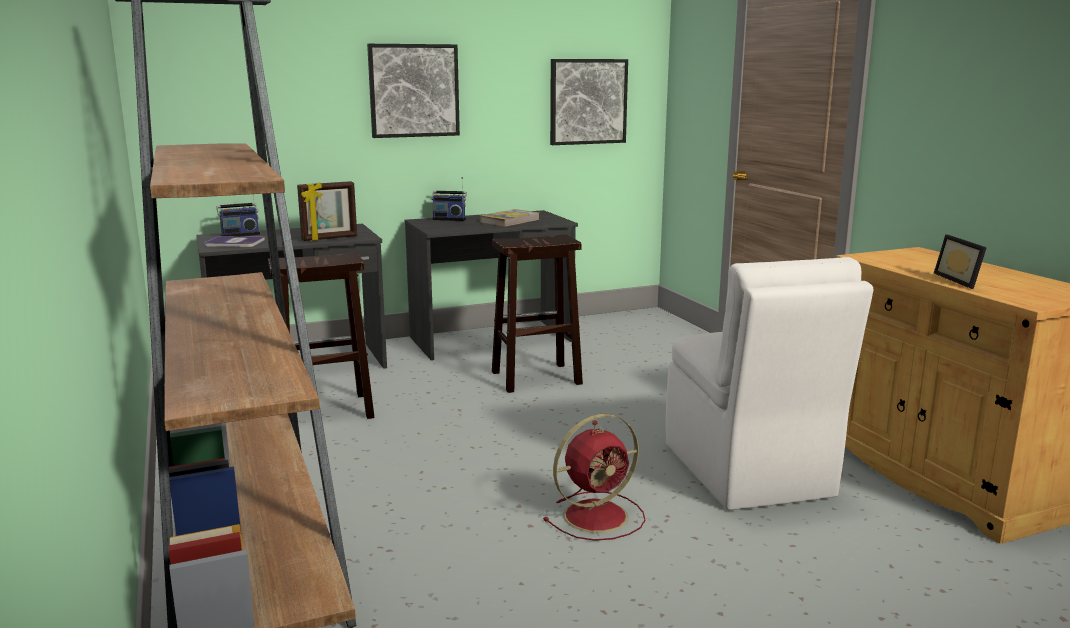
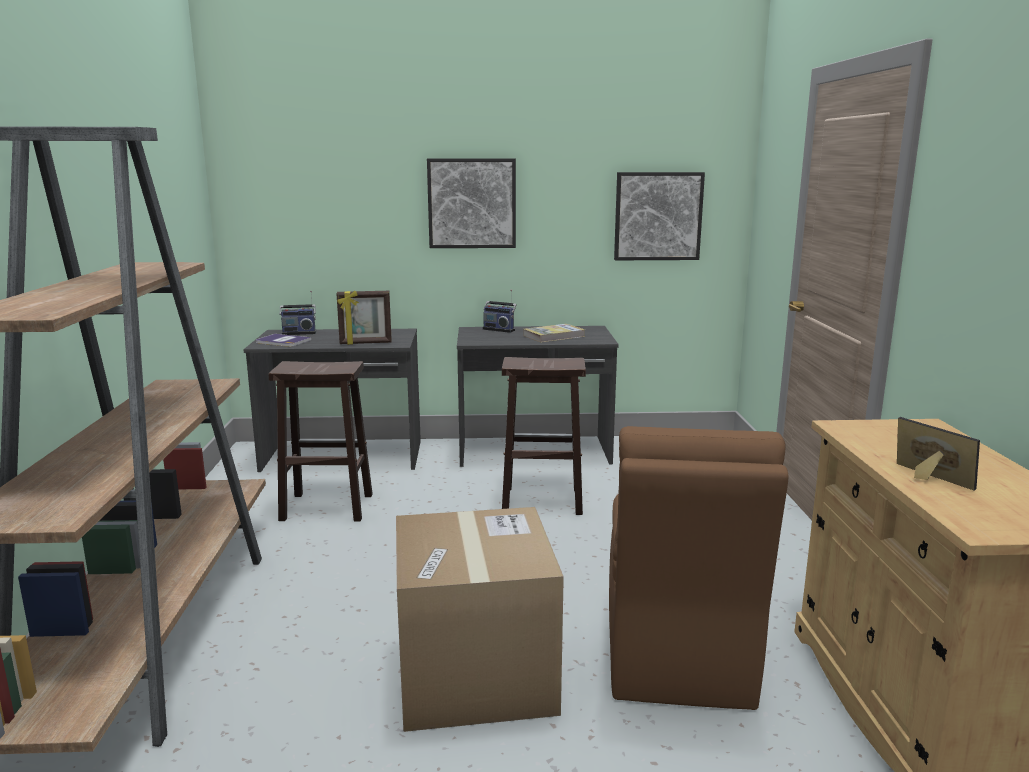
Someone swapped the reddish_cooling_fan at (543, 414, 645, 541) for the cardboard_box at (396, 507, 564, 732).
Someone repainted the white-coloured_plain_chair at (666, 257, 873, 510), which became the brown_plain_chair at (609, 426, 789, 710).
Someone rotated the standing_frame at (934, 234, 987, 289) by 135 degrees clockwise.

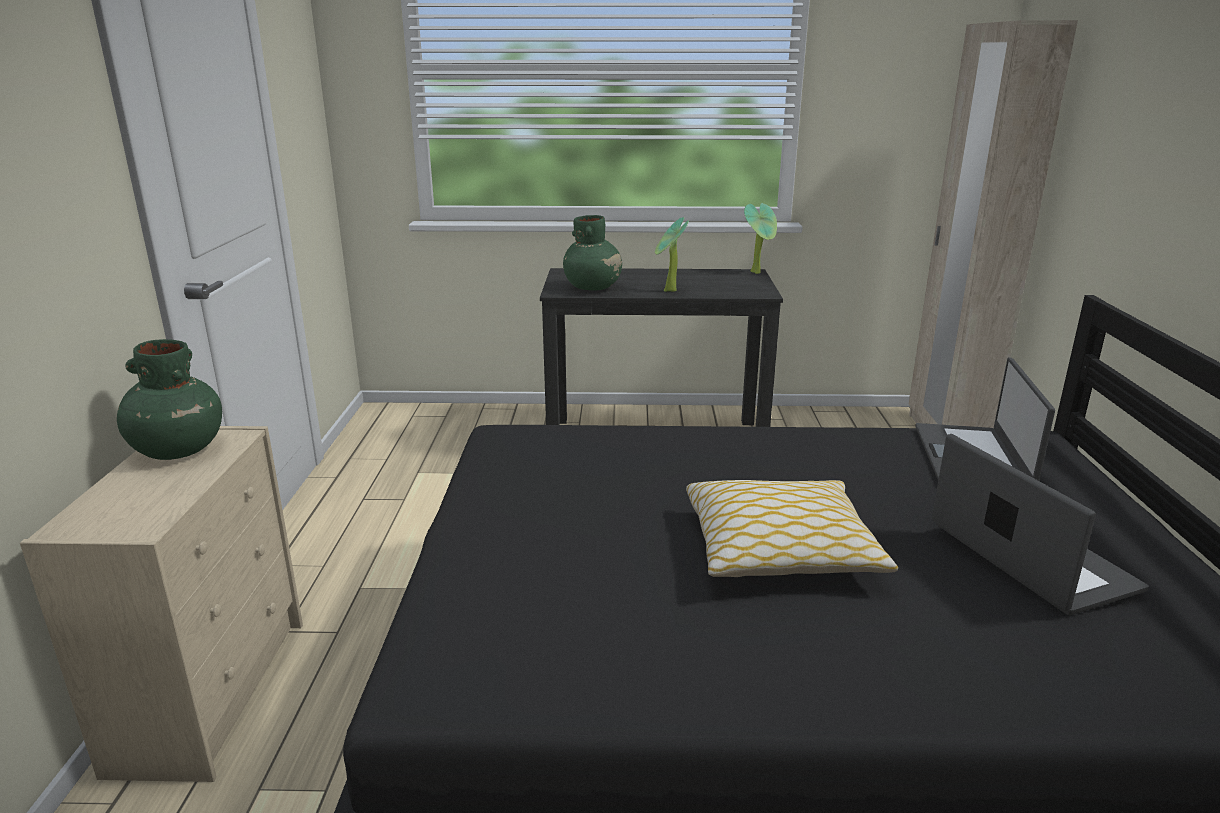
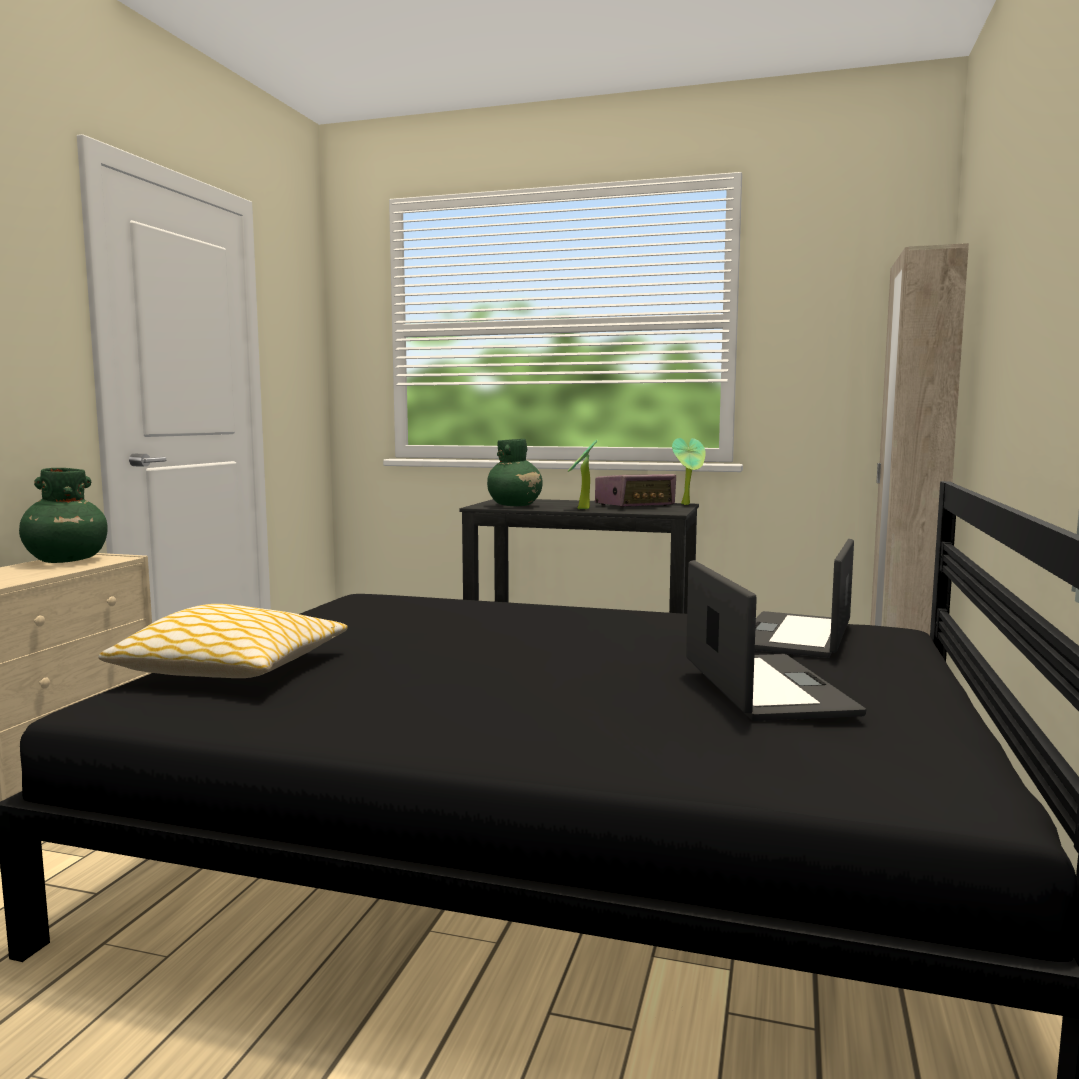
Someone carried the cushion from (686, 480, 898, 577) to (98, 604, 348, 678).
Someone put down the radio_receiver at (595, 474, 676, 508).

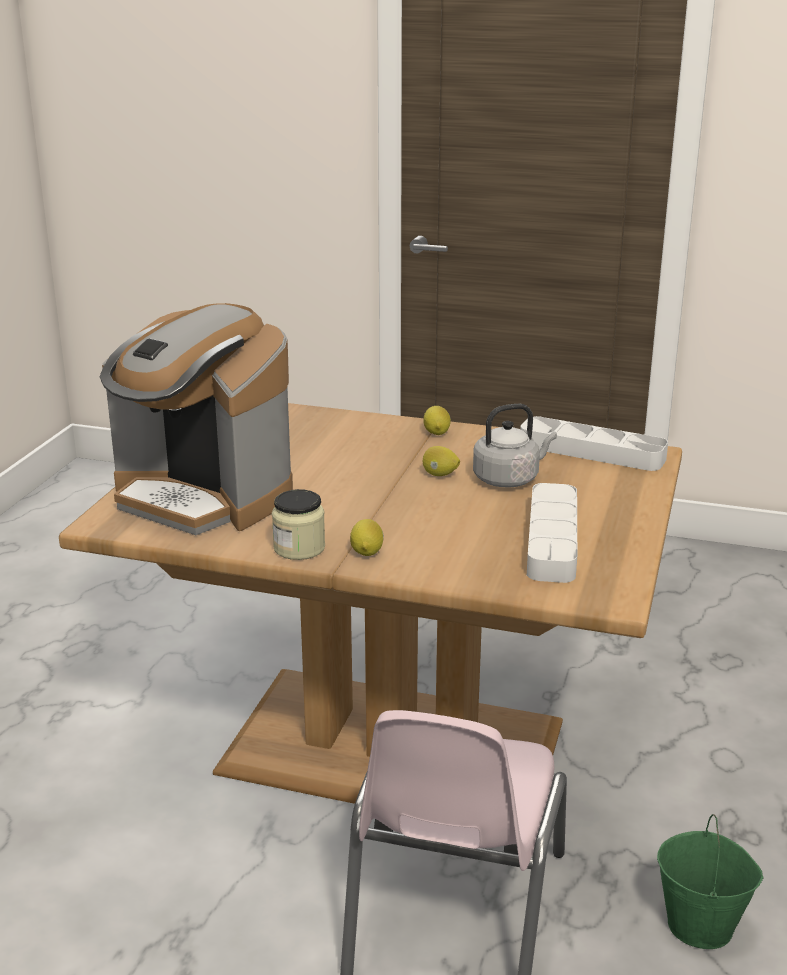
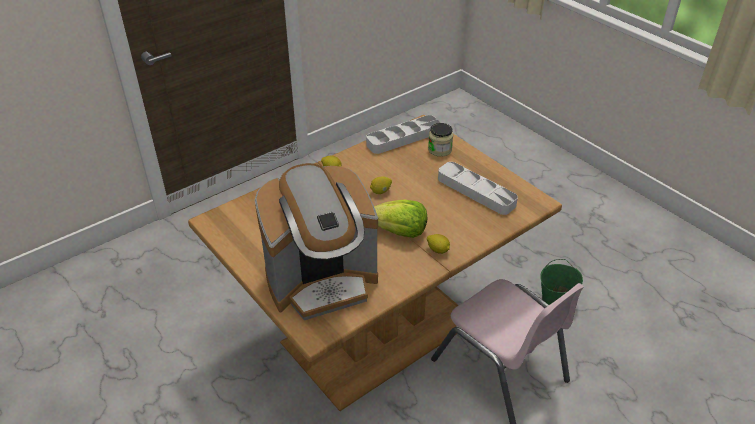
Someone put down the lettuce_head at (374, 200, 427, 238).
Someone carried the storage_jar from (272, 489, 325, 560) to (428, 123, 453, 157).
Someone took away the greyish_water_kettle at (473, 404, 557, 487).

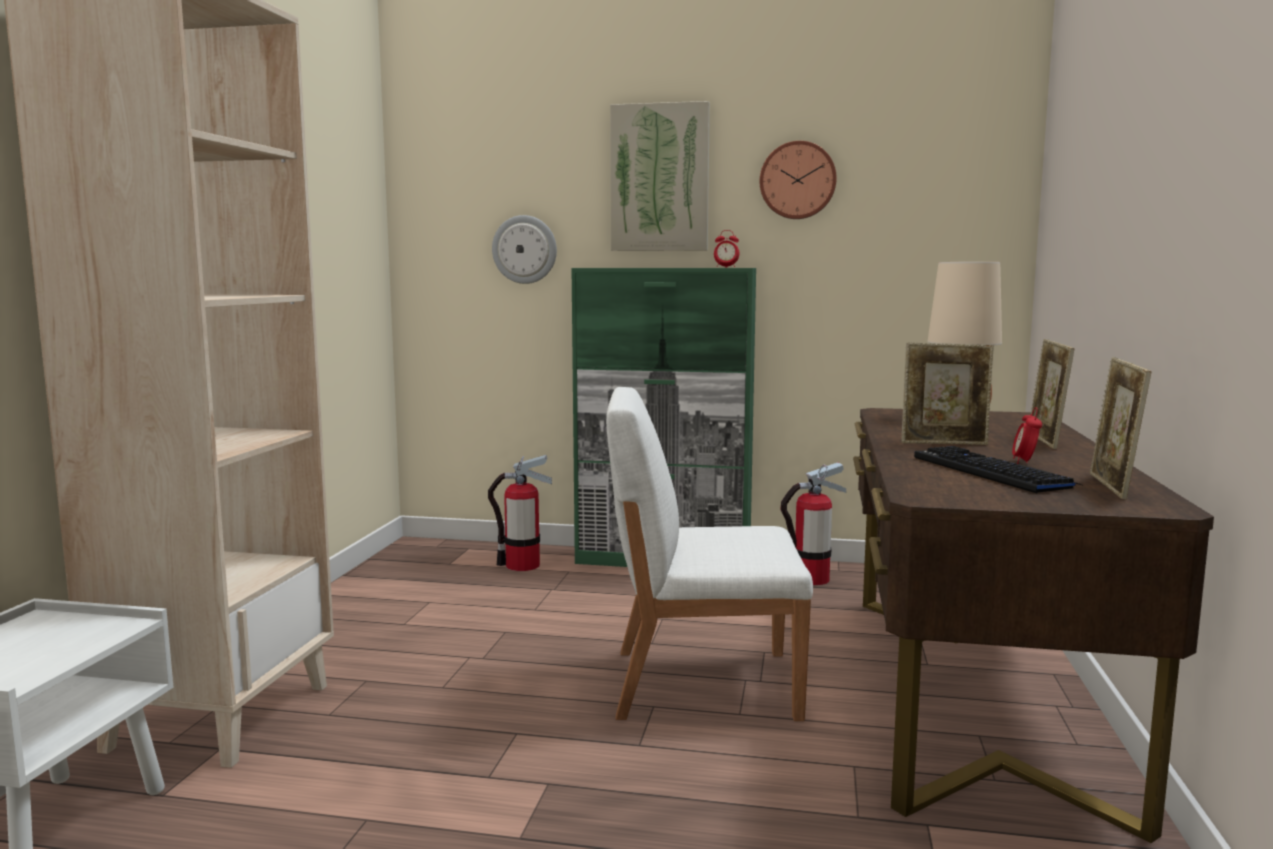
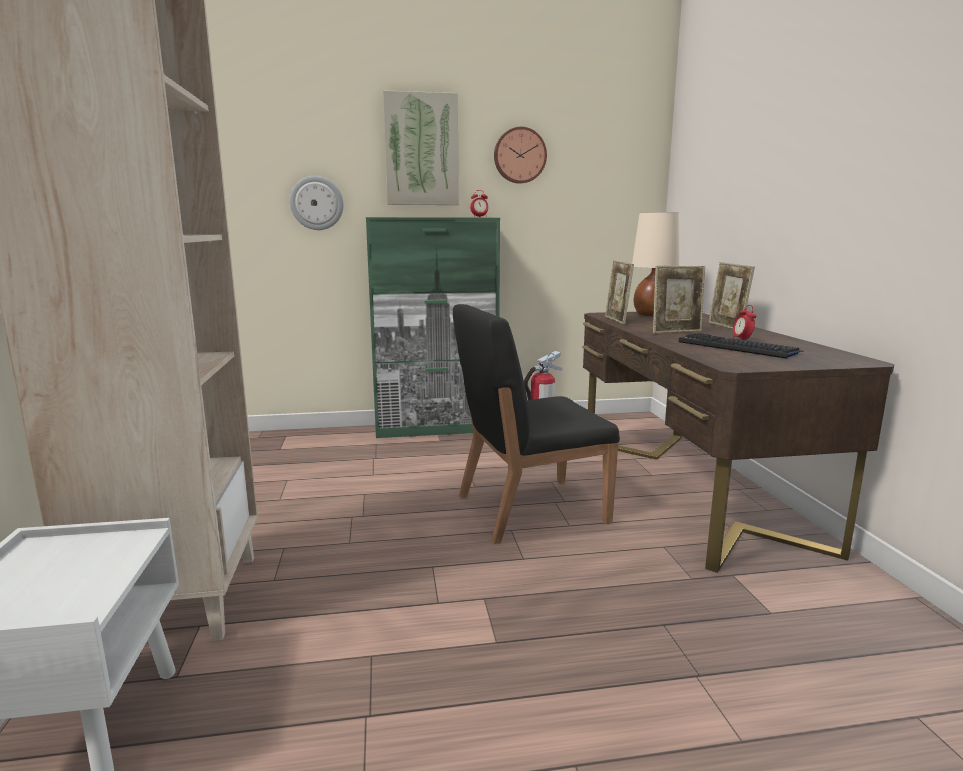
Someone repainted the white-coloured_plain_chair at (606, 387, 813, 721), which became the black-coloured_plain_chair at (453, 304, 620, 544).
Someone carried the standing_frame from (1089, 357, 1152, 499) to (605, 260, 634, 325).
Someone took away the fire_extinguisher at (488, 455, 552, 571).

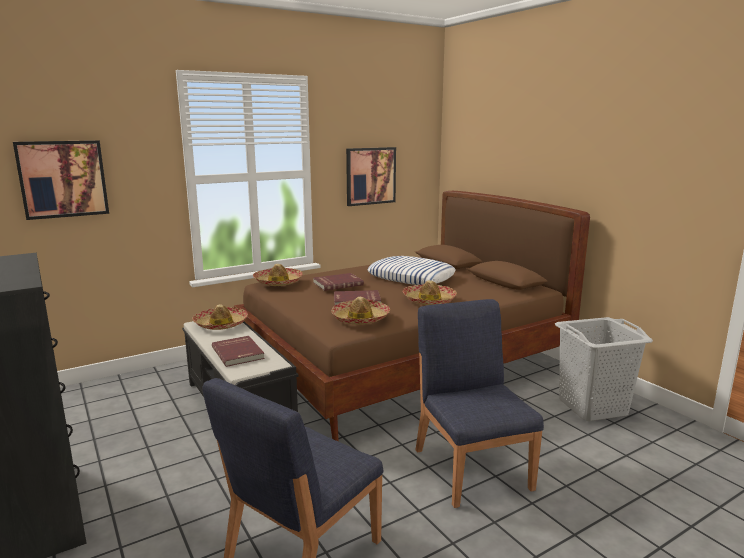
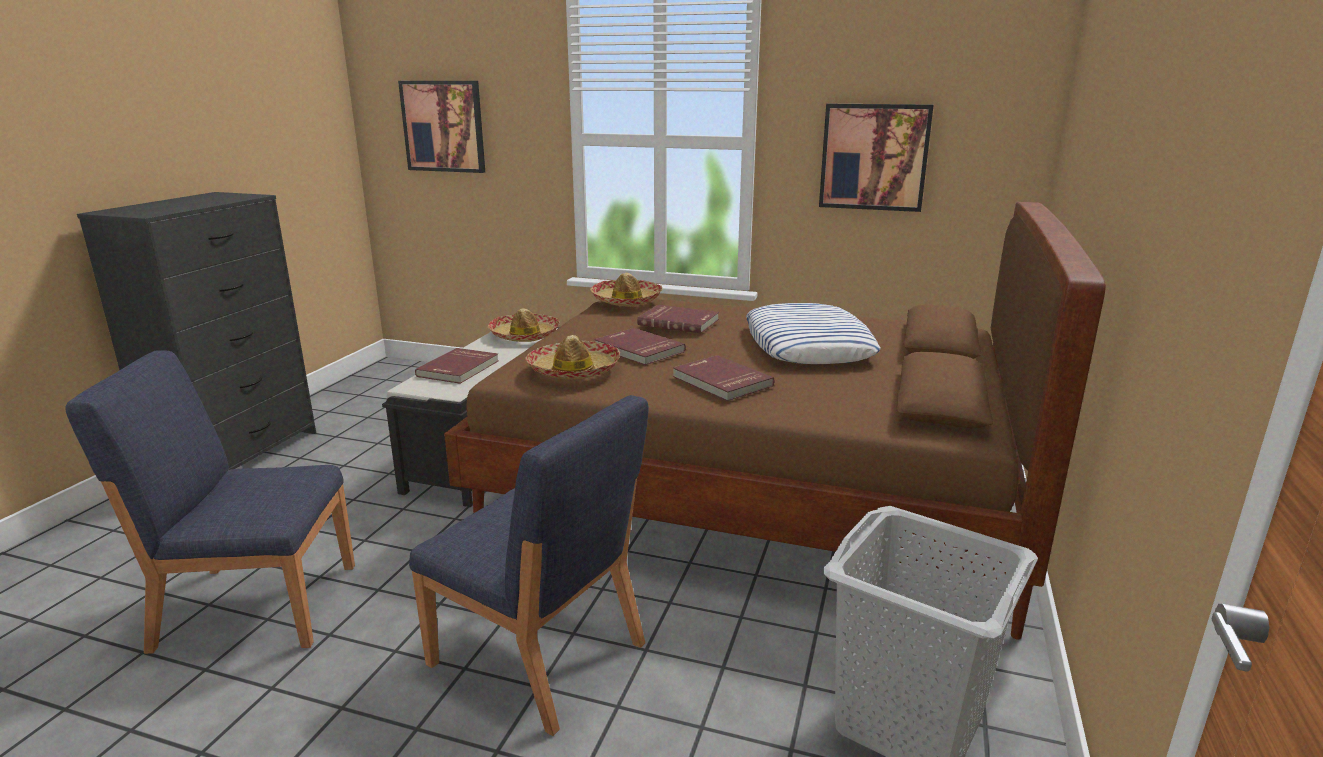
Someone rotated the bluish_plain_chair at (416, 299, 544, 508) by 90 degrees clockwise.
Someone swapped the wearable_hat at (402, 280, 457, 305) for the reddish_bound_book at (673, 355, 774, 401).

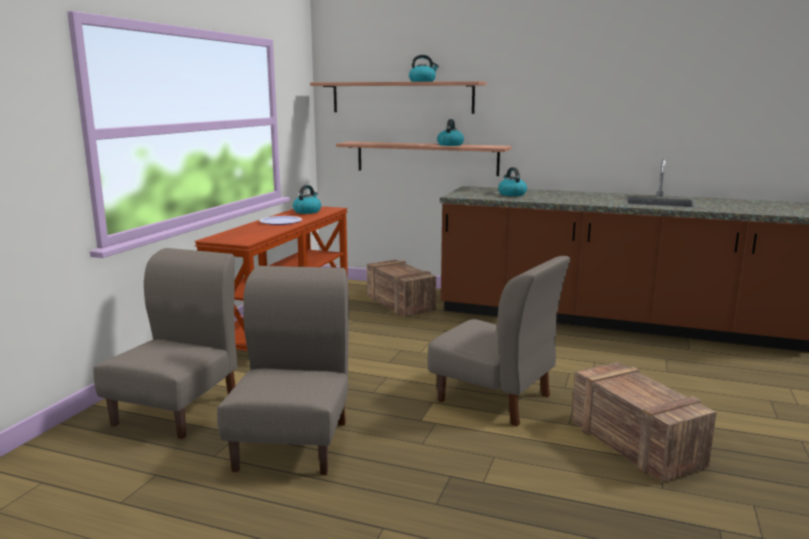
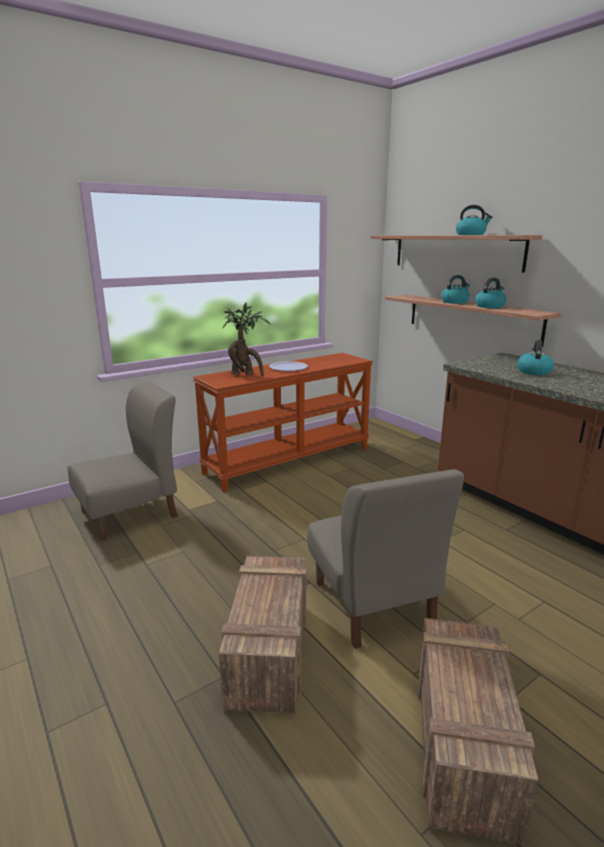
Someone carried the crate from (367, 260, 436, 317) to (219, 556, 306, 714).
Someone put down the potted_plant at (223, 302, 271, 376).
Someone carried the water_kettle from (293, 185, 321, 214) to (441, 275, 470, 304).
Someone took away the greyish_plain_chair at (217, 266, 349, 475).

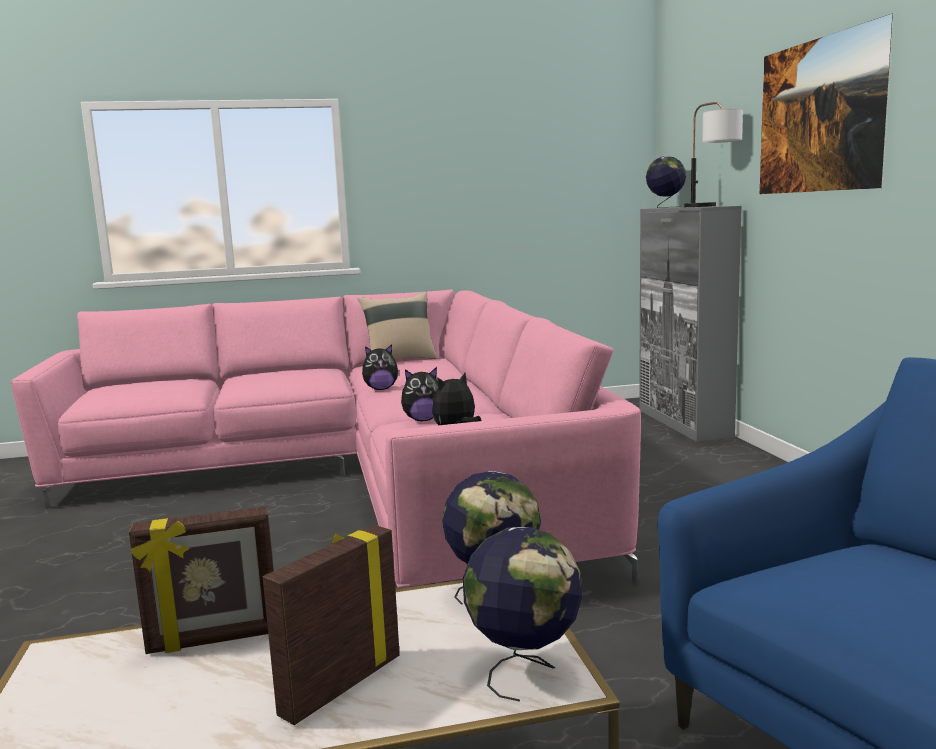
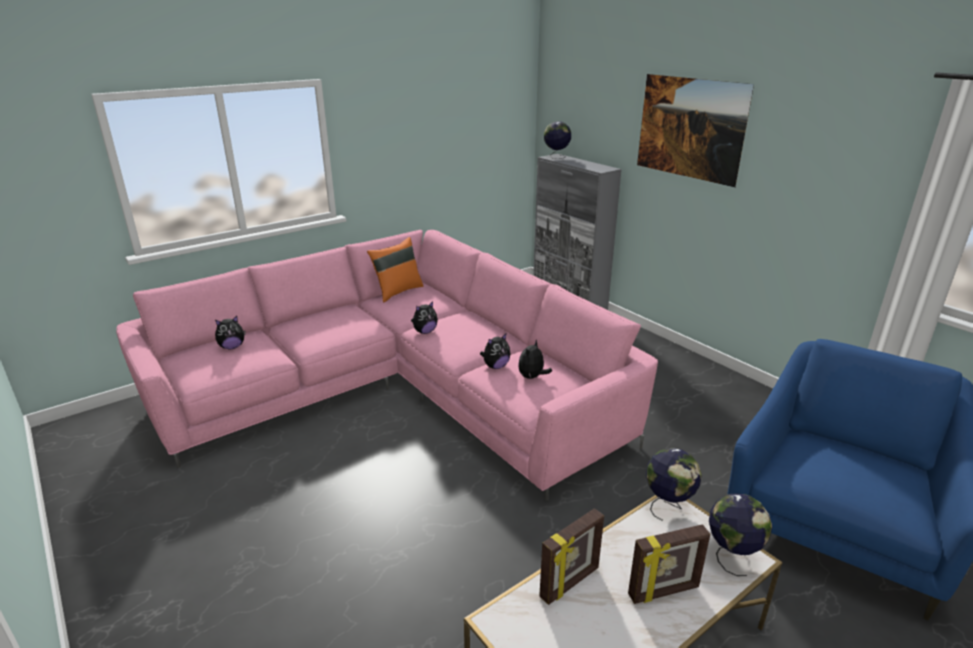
Someone put down the cuddly_toy at (215, 316, 246, 349).
Someone repainted the beige-coloured_cushion at (357, 291, 437, 360), which became the orange_cushion at (367, 237, 423, 302).
Someone rotated the standing_frame at (263, 525, 400, 725) by 120 degrees counterclockwise.
Someone took away the lamp_for_a_table at (684, 102, 743, 207).

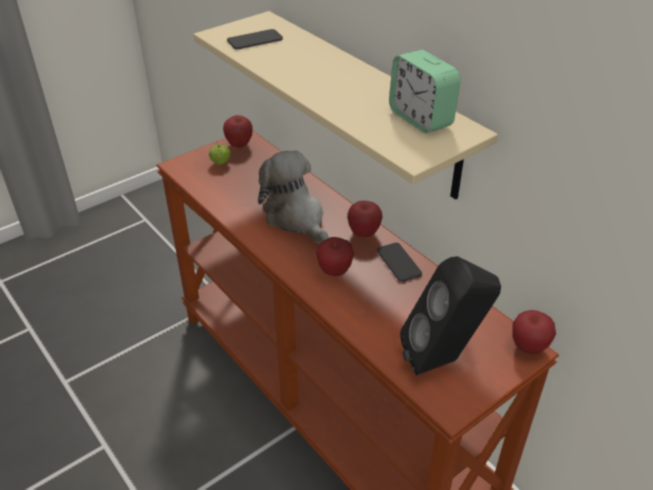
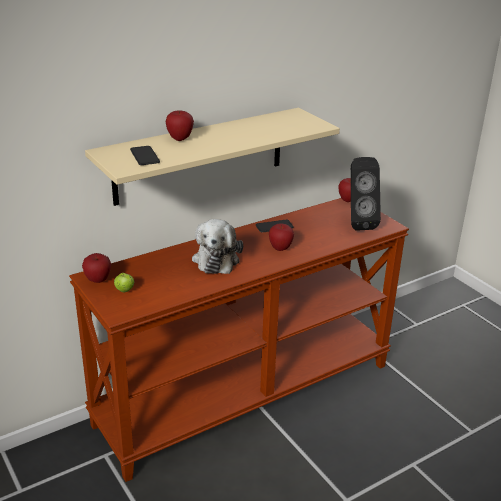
Someone carried the whole_apple from (347, 201, 382, 237) to (166, 111, 194, 141).
Someone rotated the cuddly_toy at (258, 151, 329, 244) by 60 degrees counterclockwise.
Someone took away the table_clock at (389, 50, 461, 133).

